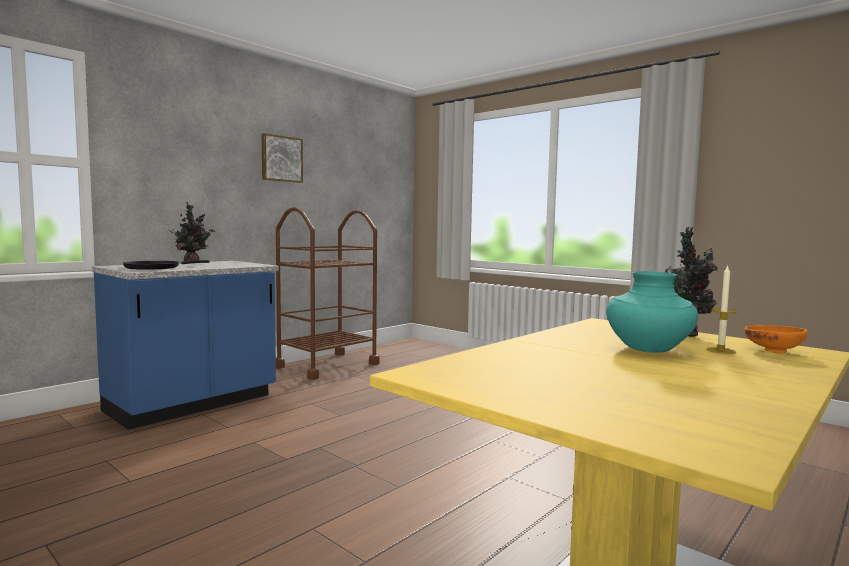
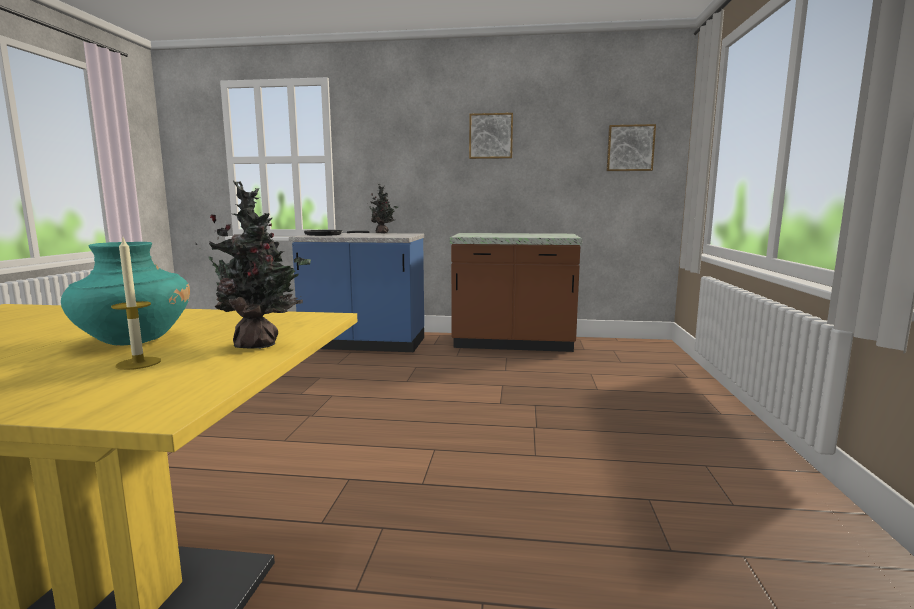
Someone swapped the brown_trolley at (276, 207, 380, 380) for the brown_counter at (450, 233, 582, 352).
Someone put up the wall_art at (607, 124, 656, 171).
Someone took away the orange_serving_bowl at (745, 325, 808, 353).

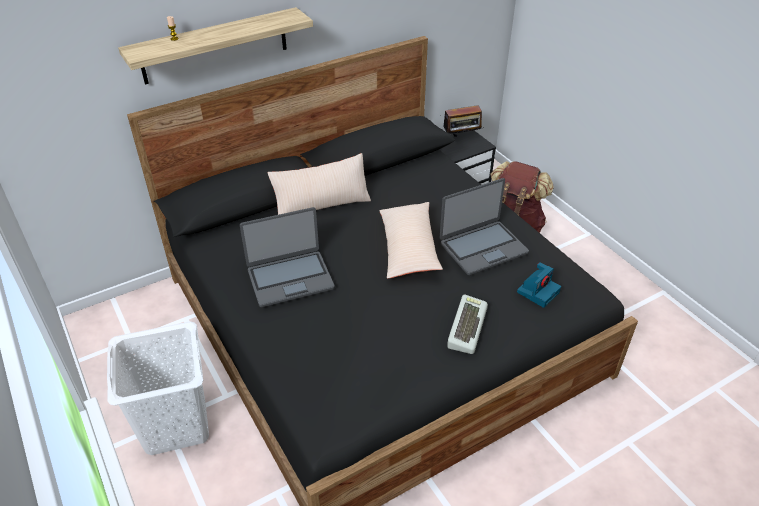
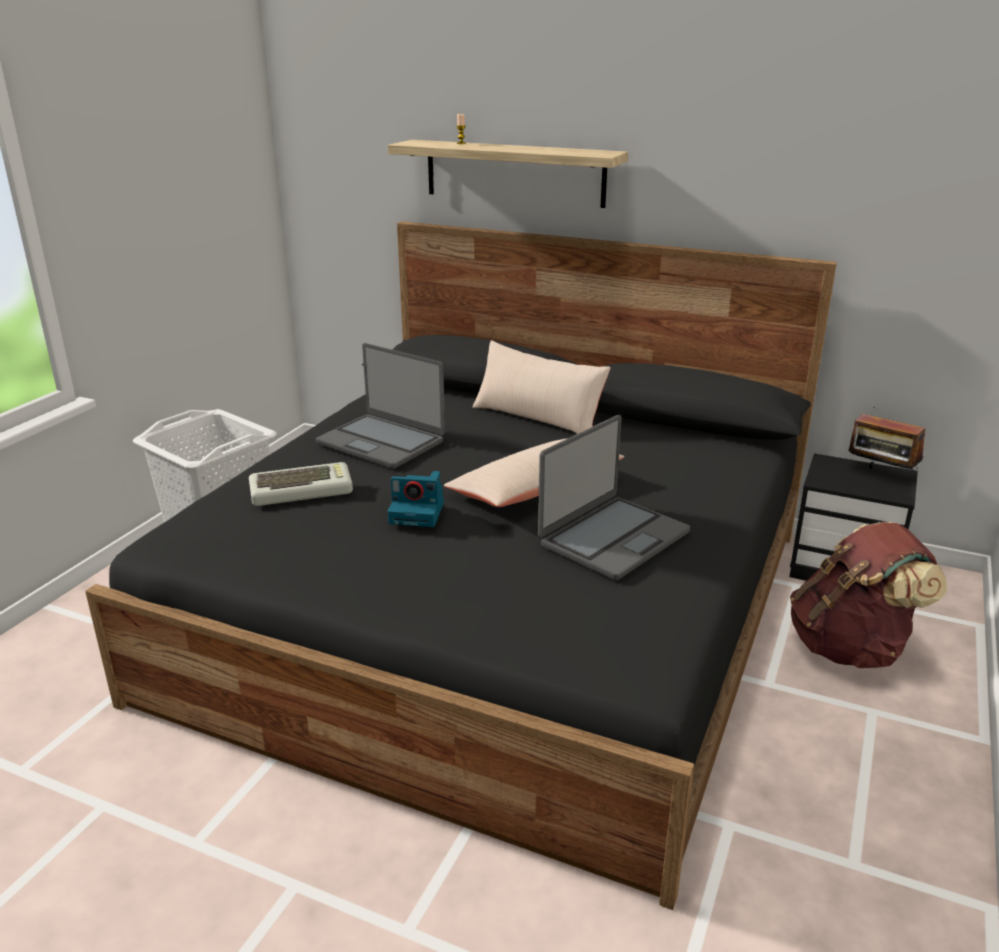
Someone carried the computer_keyboard from (447, 295, 488, 354) to (249, 462, 353, 506).
Someone carried the still_camera from (517, 262, 561, 308) to (388, 471, 444, 527).
Someone rotated the portable_computer at (440, 178, 529, 275) by 75 degrees counterclockwise.

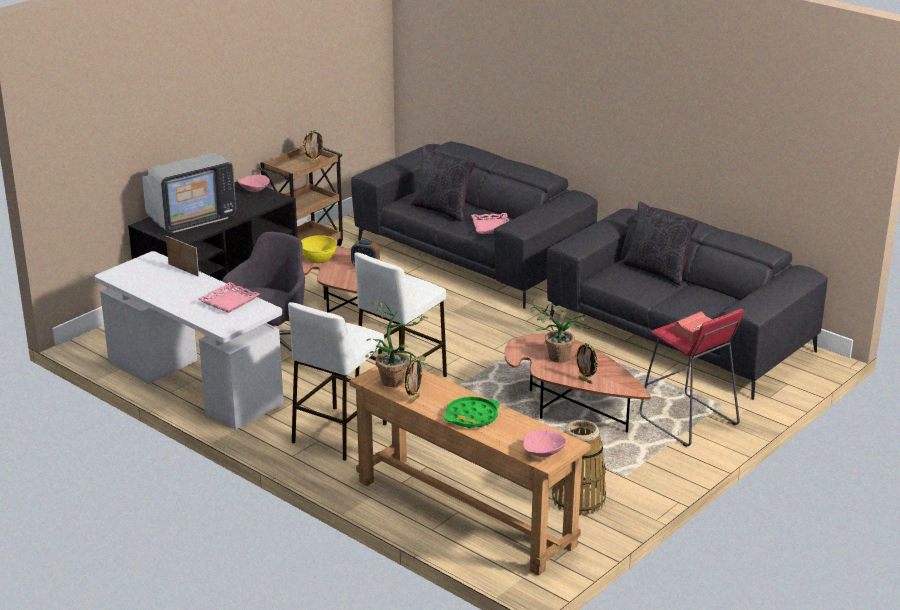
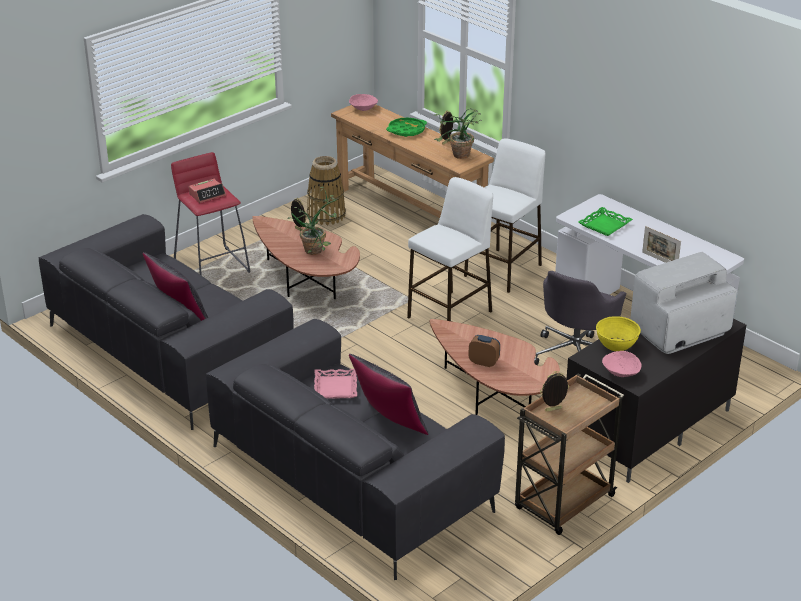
Someone repainted the pink-coloured_tray at (198, 282, 260, 313), which became the green-coloured_tray at (578, 207, 633, 236).
Someone carried the yellow_serving_bowl from (301, 235, 337, 263) to (596, 316, 641, 351).

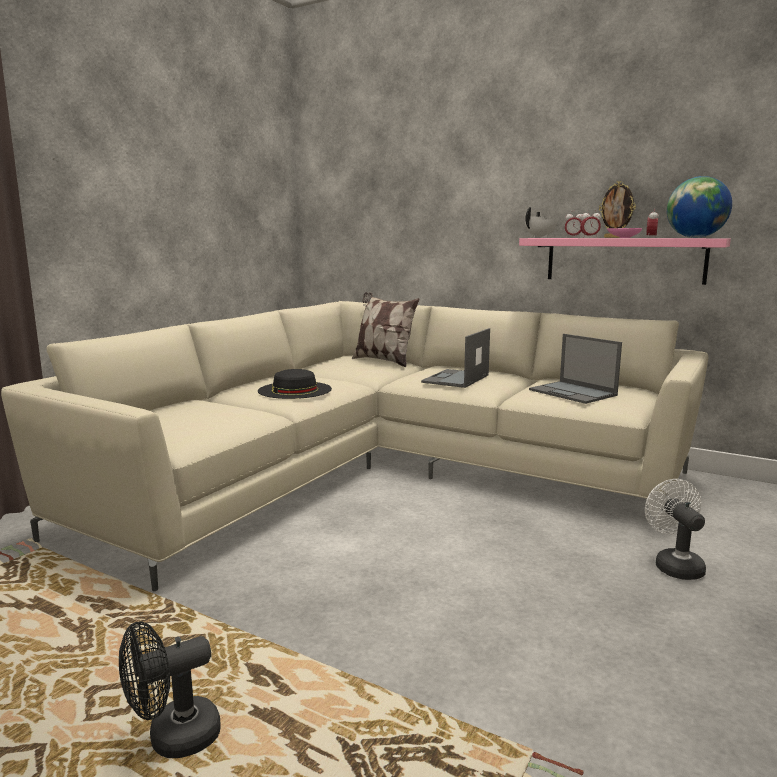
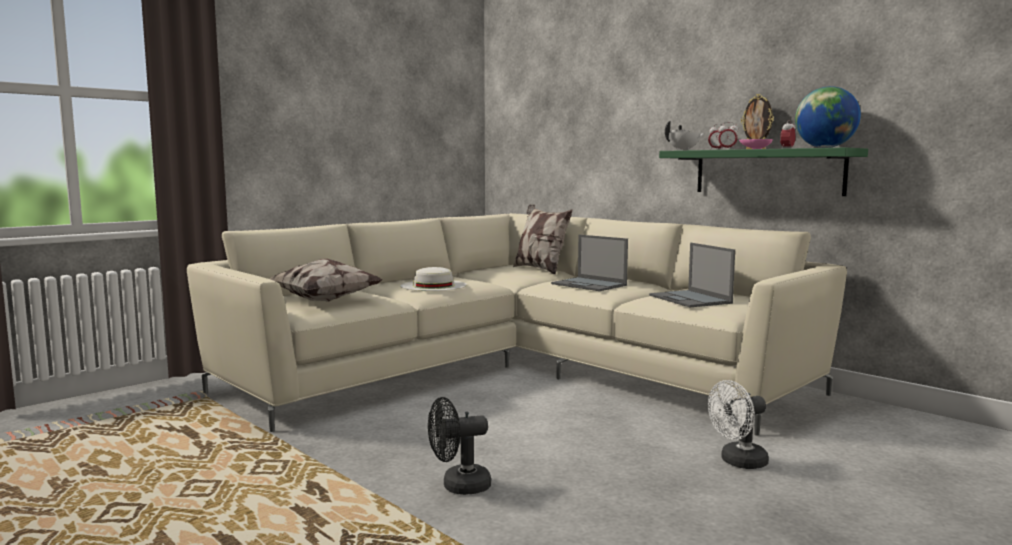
Someone put down the cushion at (269, 259, 382, 302).
Someone repainted the black-coloured_wearable_hat at (258, 369, 332, 399), which became the white-coloured_wearable_hat at (400, 267, 467, 291).
Someone carried the black-coloured_cooling_fan from (119, 621, 221, 758) to (428, 397, 491, 495).
Someone rotated the portable_computer at (421, 328, 490, 388) by 90 degrees counterclockwise.
Someone repainted the pink-coloured_bracket_shelf at (519, 238, 731, 285), which became the green-coloured_bracket_shelf at (659, 147, 868, 196).
Someone rotated the white-coloured_cooling_fan at (645, 479, 706, 580) by 120 degrees counterclockwise.

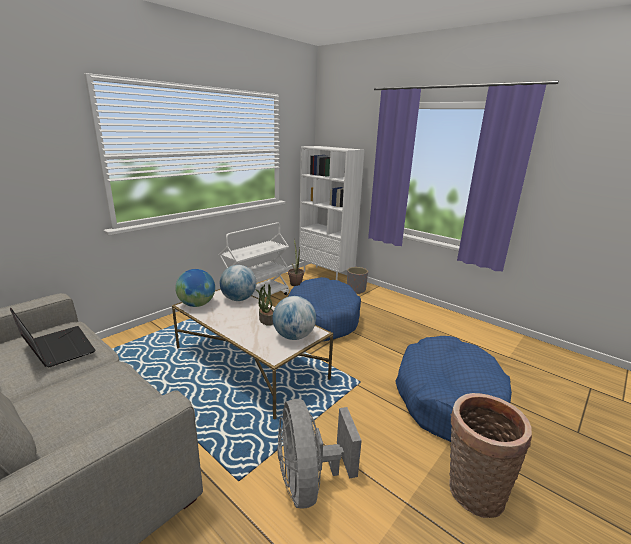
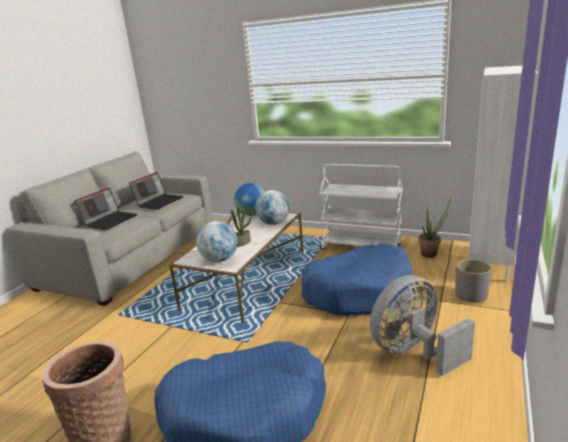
Someone put down the portable_computer at (74, 188, 137, 230).
Someone carried the greyish_cooling_fan from (277, 399, 362, 508) to (370, 275, 475, 376).

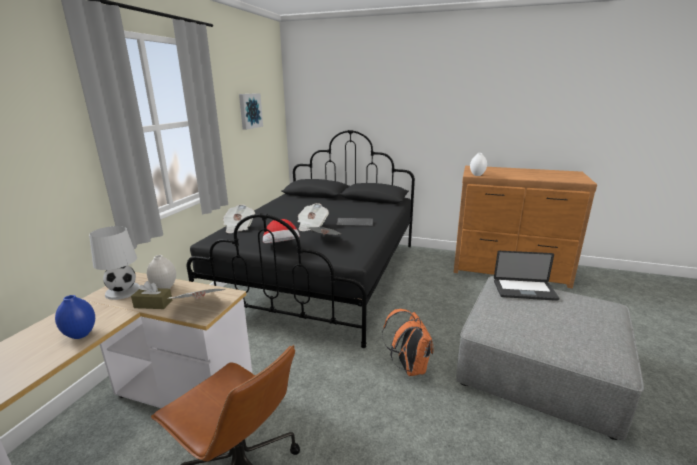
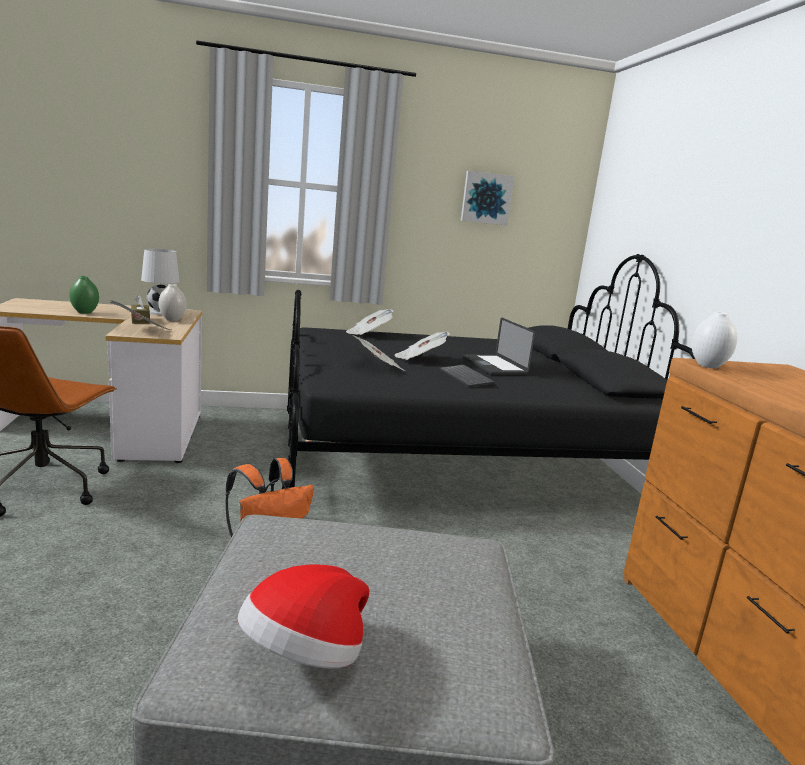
Someone repainted the bluish_decorative_vase at (55, 295, 95, 339), which became the green-coloured_decorative_vase at (69, 276, 99, 314).
Someone carried the wearable_hat from (263, 219, 300, 243) to (238, 564, 369, 668).
Someone carried the portable_computer from (494, 251, 559, 301) to (462, 317, 535, 375).

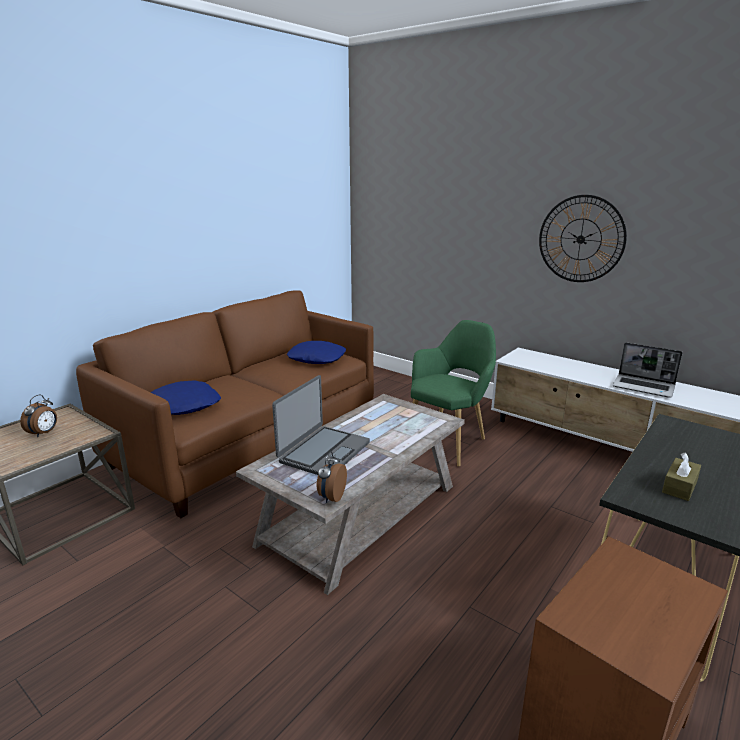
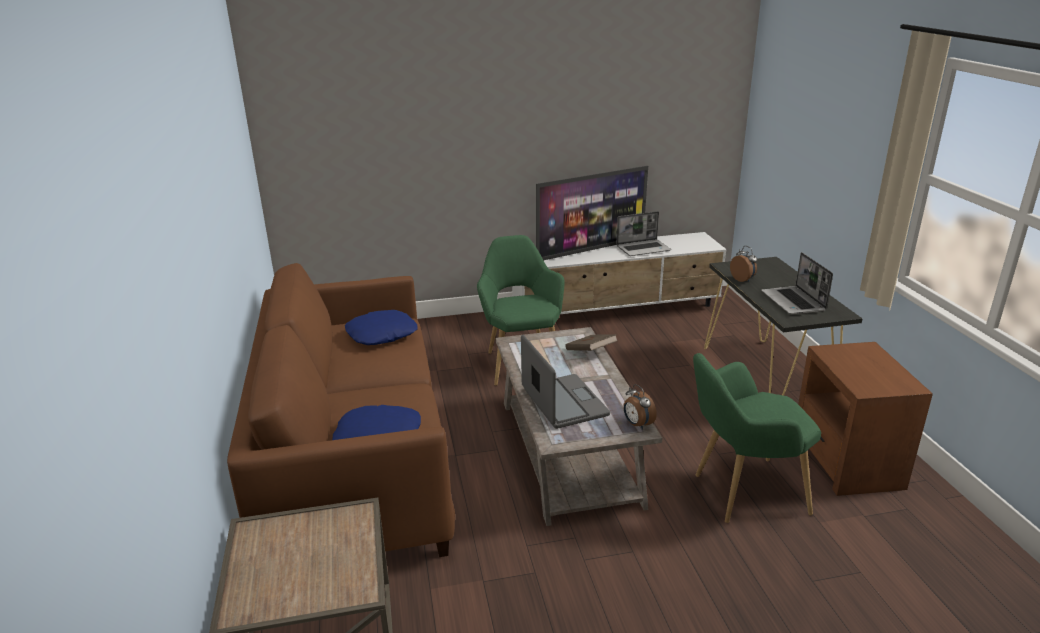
Someone put down the TV at (536, 166, 648, 261).
Someone put down the brown_bound_book at (565, 334, 618, 351).
Someone put down the green-coloured_lounge_chair at (693, 353, 821, 523).
Someone carried the table_clock from (20, 394, 57, 437) to (730, 246, 757, 282).
Someone swapped the brown_box_of_tissues at (662, 452, 701, 501) for the portable_computer at (761, 252, 833, 315).
Someone took away the hanging_clock at (539, 195, 627, 282).

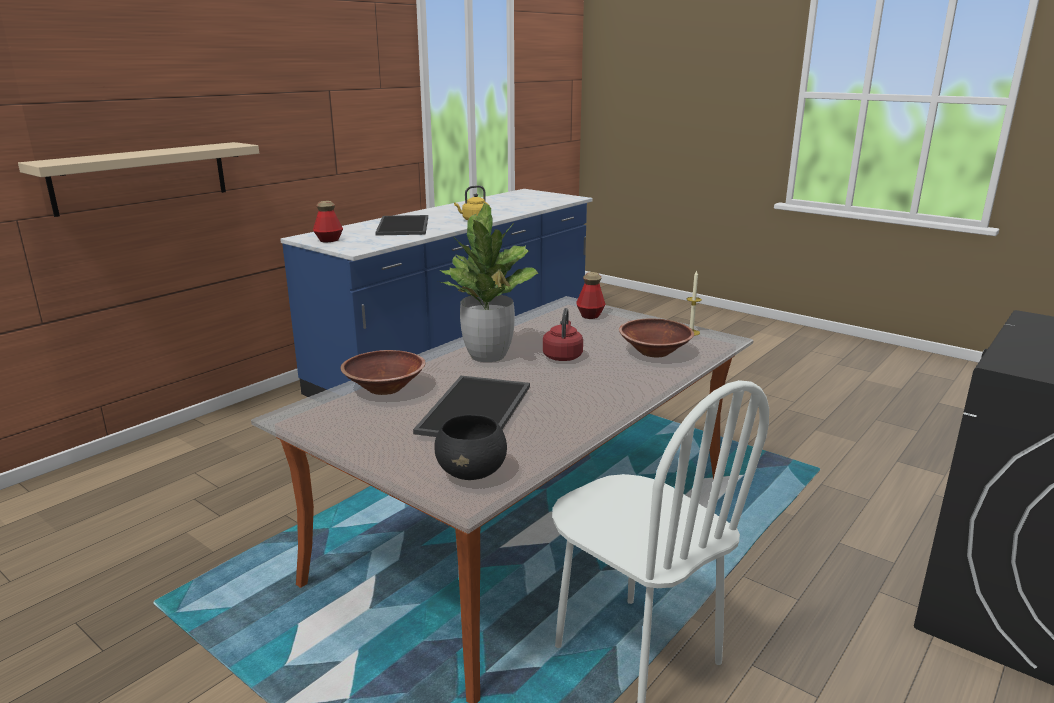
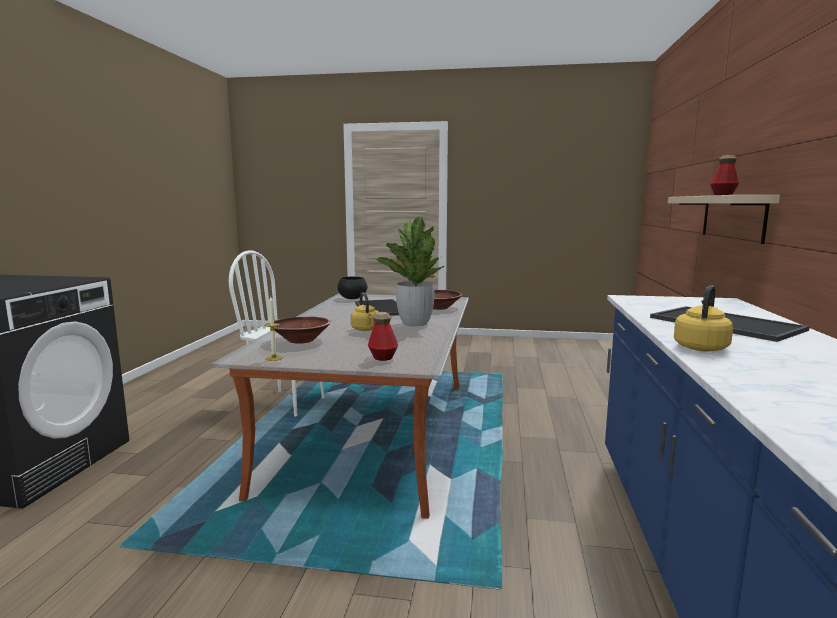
Someone repainted the reddish_water_kettle at (543, 308, 583, 361), which became the yellow_water_kettle at (351, 292, 379, 331).
Someone carried the beverage_bottle from (313, 201, 343, 242) to (710, 155, 739, 195).

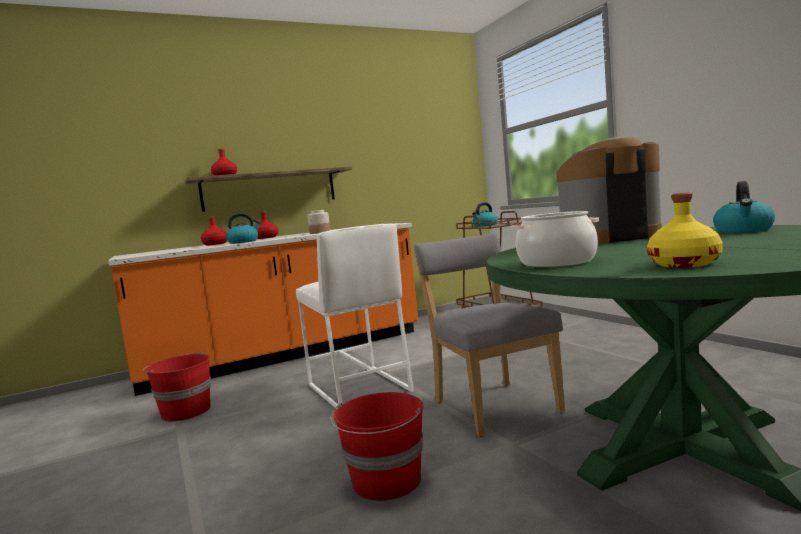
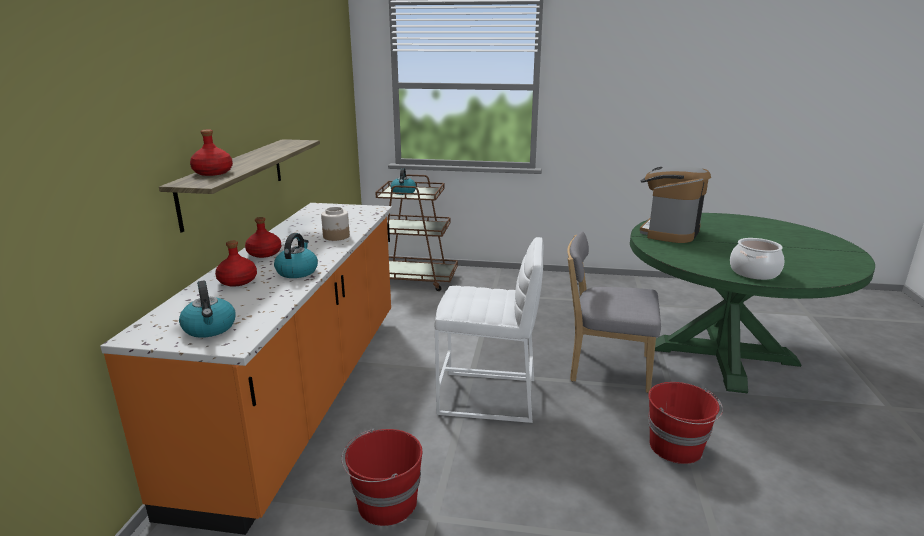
Someone carried the water_kettle from (713, 181, 775, 233) to (179, 281, 236, 338).
Someone took away the yellow_beverage_bottle at (647, 192, 723, 268).

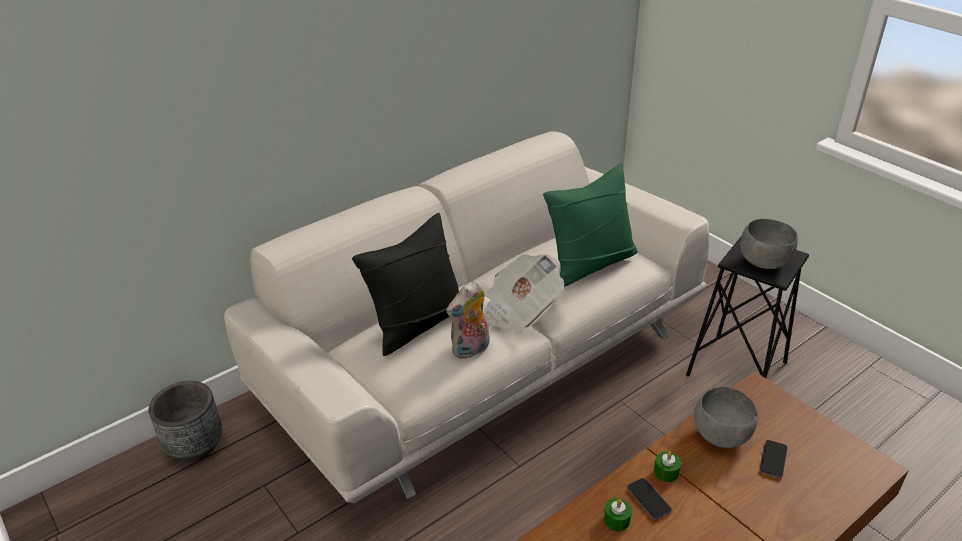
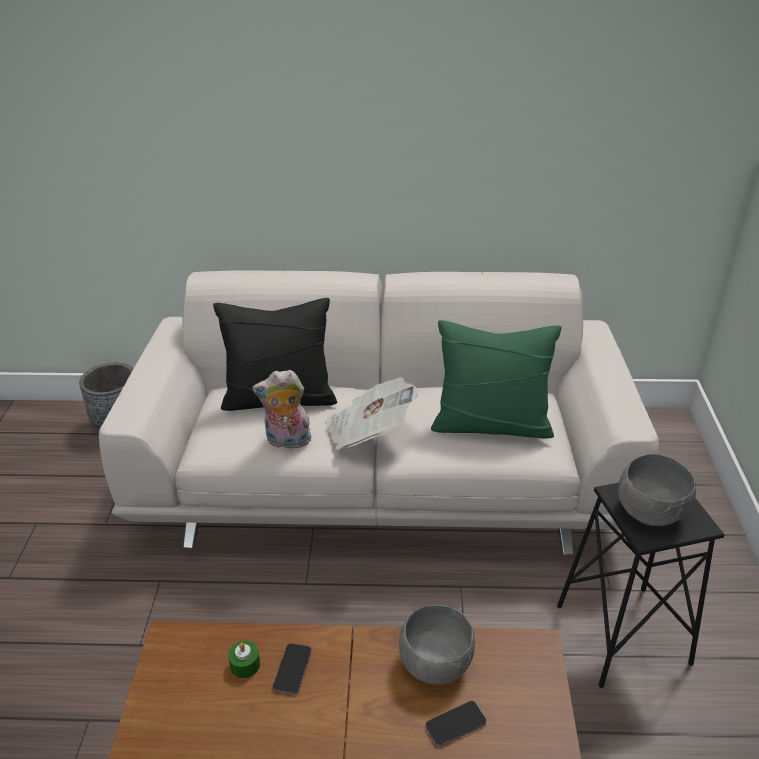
Someone took away the green-coloured_wax_light at (654, 451, 681, 482).

